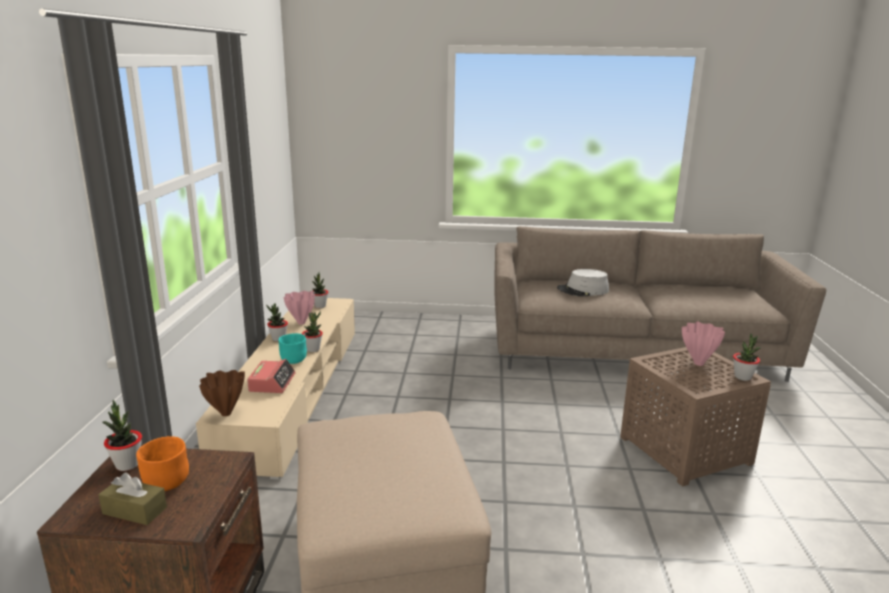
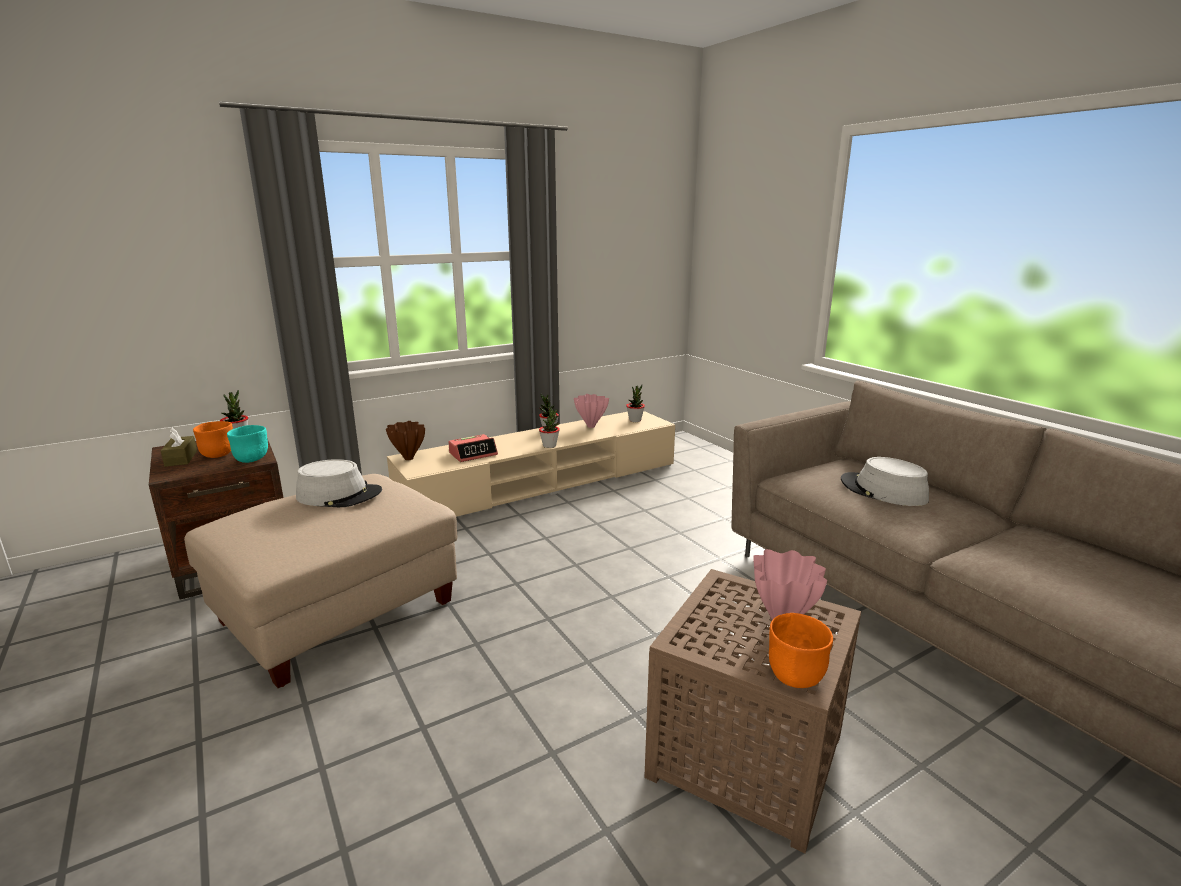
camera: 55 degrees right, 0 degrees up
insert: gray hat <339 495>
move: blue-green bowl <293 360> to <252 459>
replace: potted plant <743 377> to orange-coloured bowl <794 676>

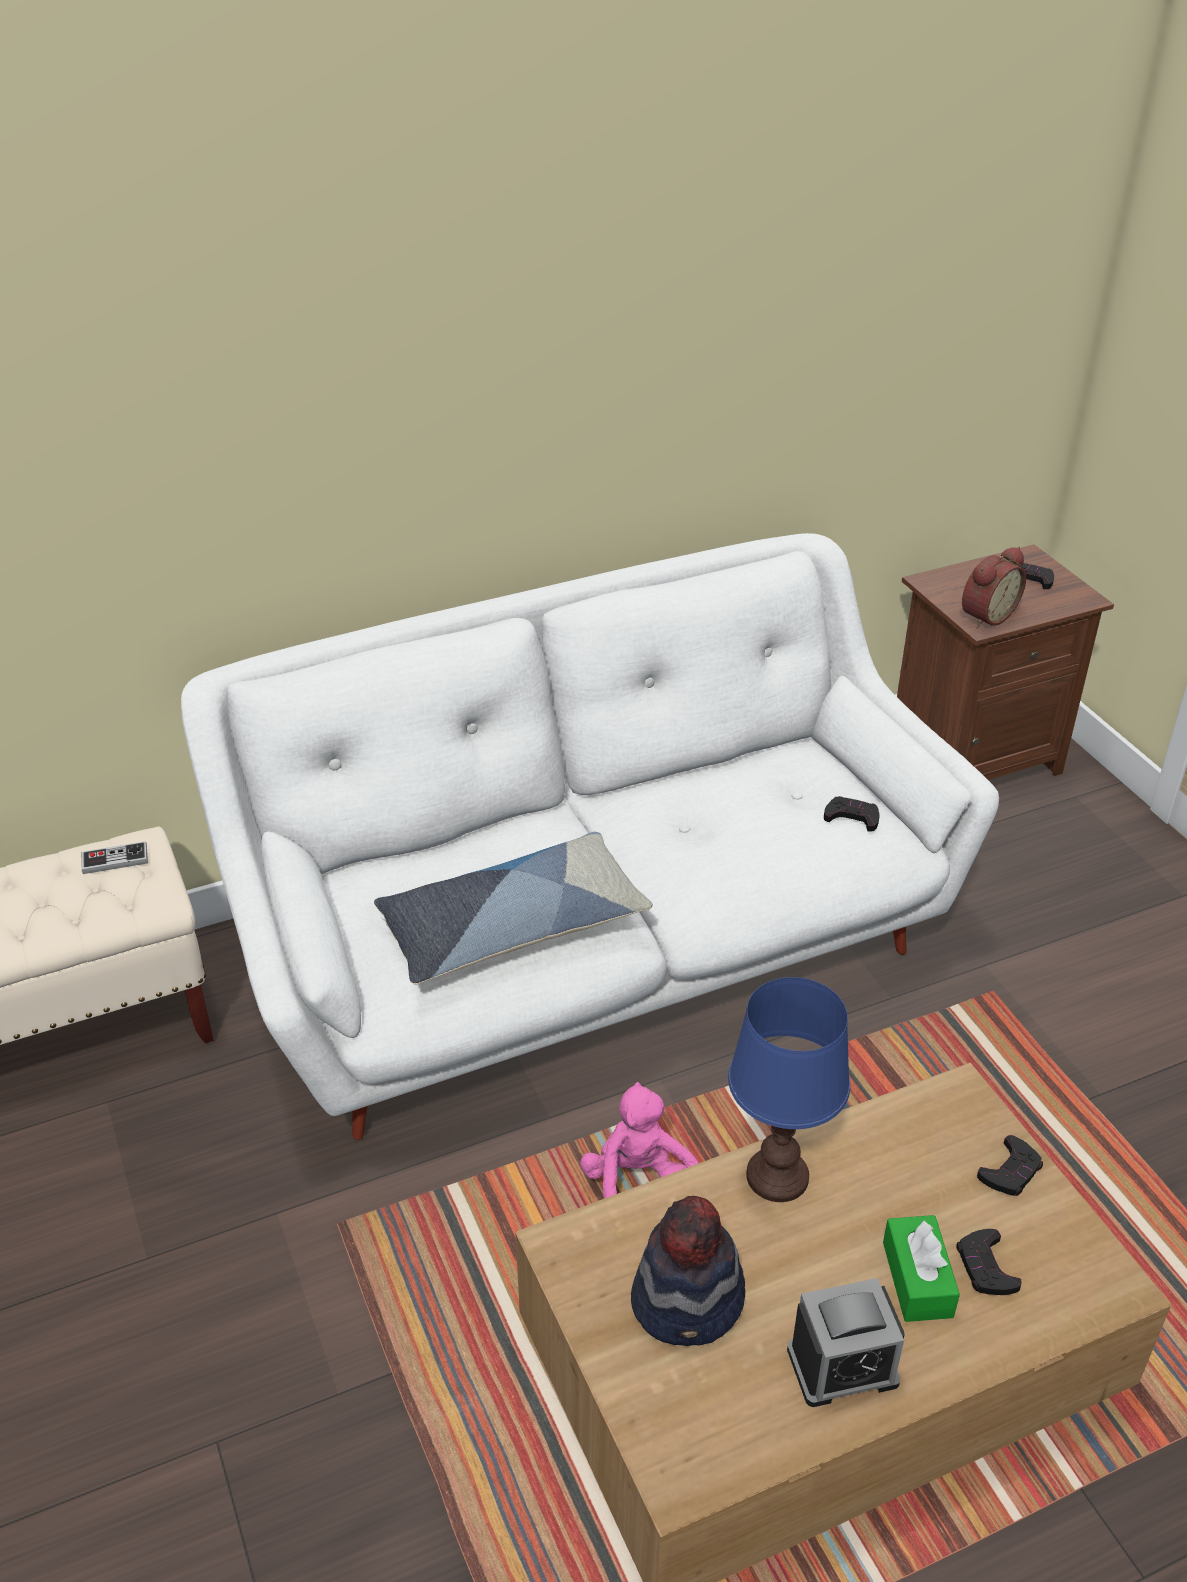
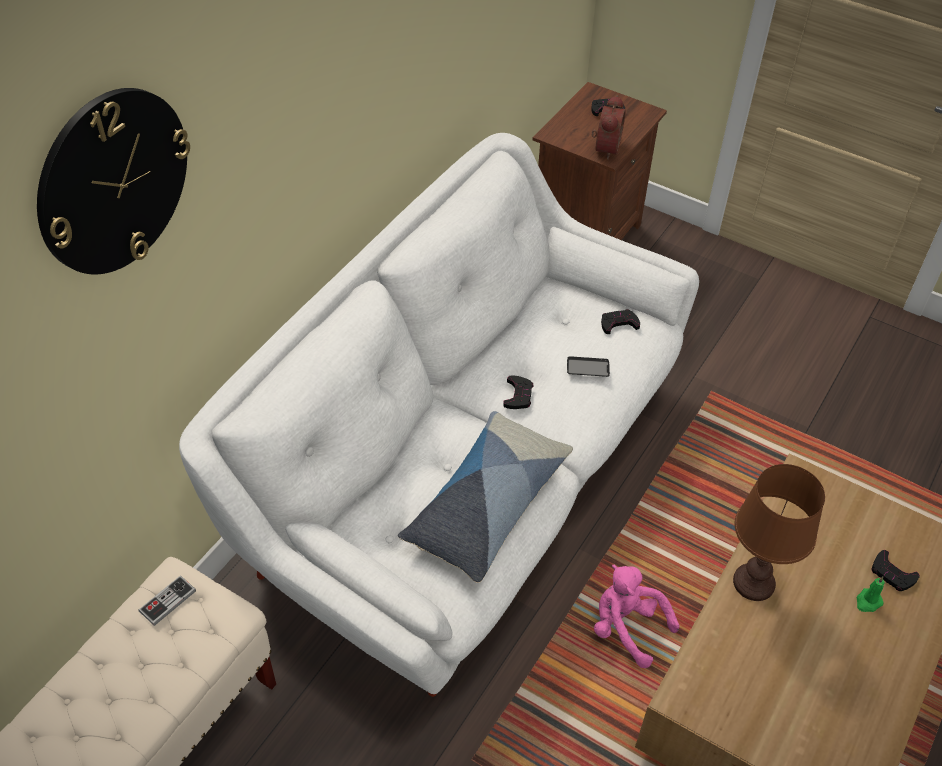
camera: 35 degrees left, 10 degrees up
delete: hat <689 1301>; alarm clock <842 1366>
insert: hanging clock <113 181>; handset <588 367>
move: black-coloured game controller <1010 1171> to <518 395>
replace: green-coloured tissue holder <917 1279> to green-coloured wax light <868 602>
recolor: blue-coloured table lamp <777 1175> to brown-coloured table lamp <753 582>

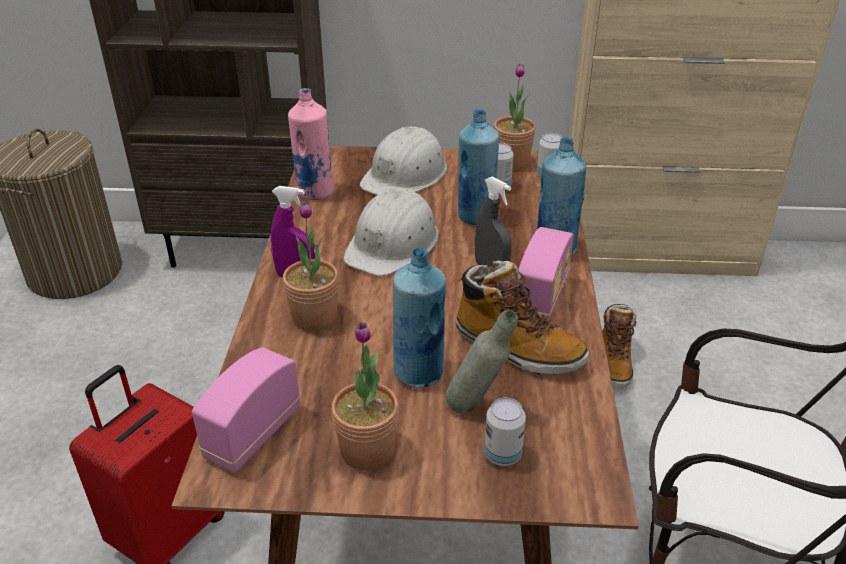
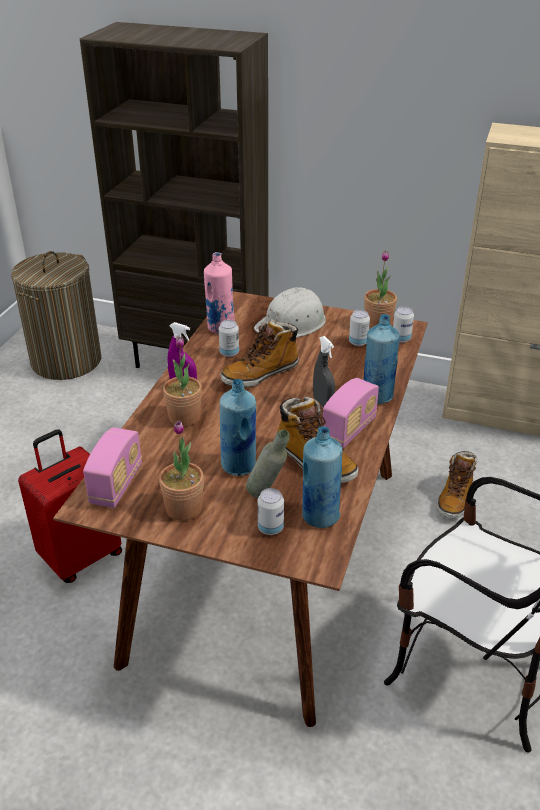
camera: 15 degrees right, 0 degrees up
insert: metal can <229 353>
move: blue-coloured bottle <476 216> to <320 516>
replace: whitish hard hat <393 243> to tall boot <260 374>
rotate: radio <253 434> = <116 485> 150 degrees clockwise

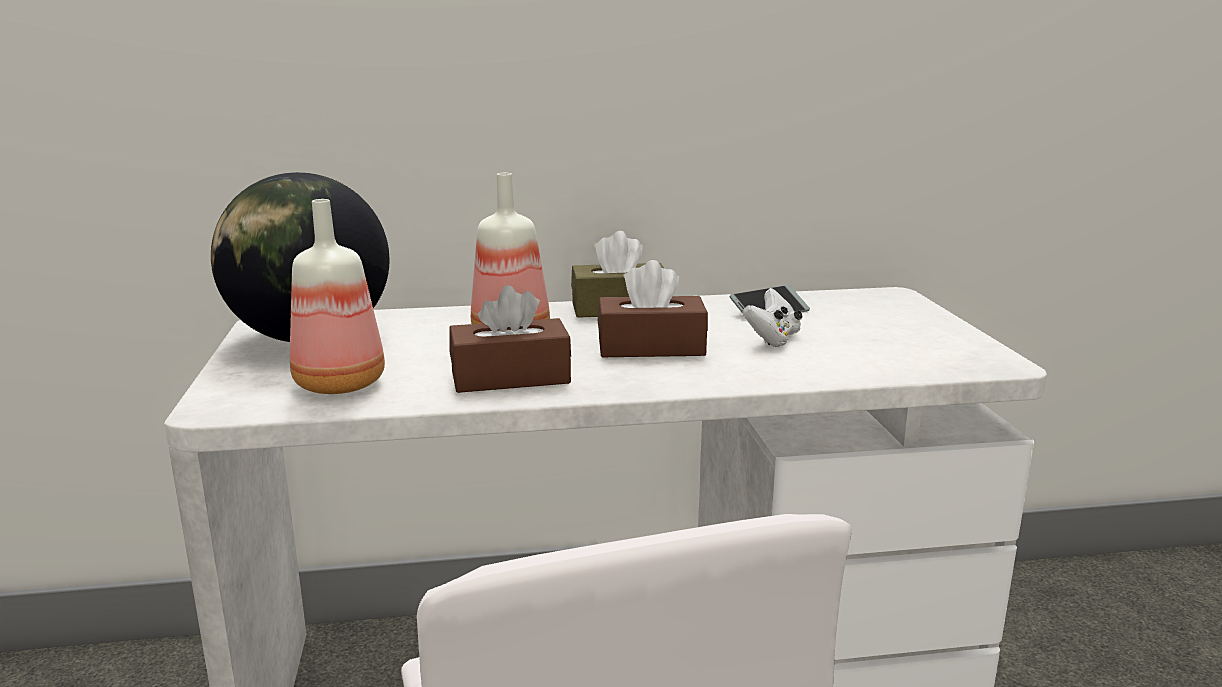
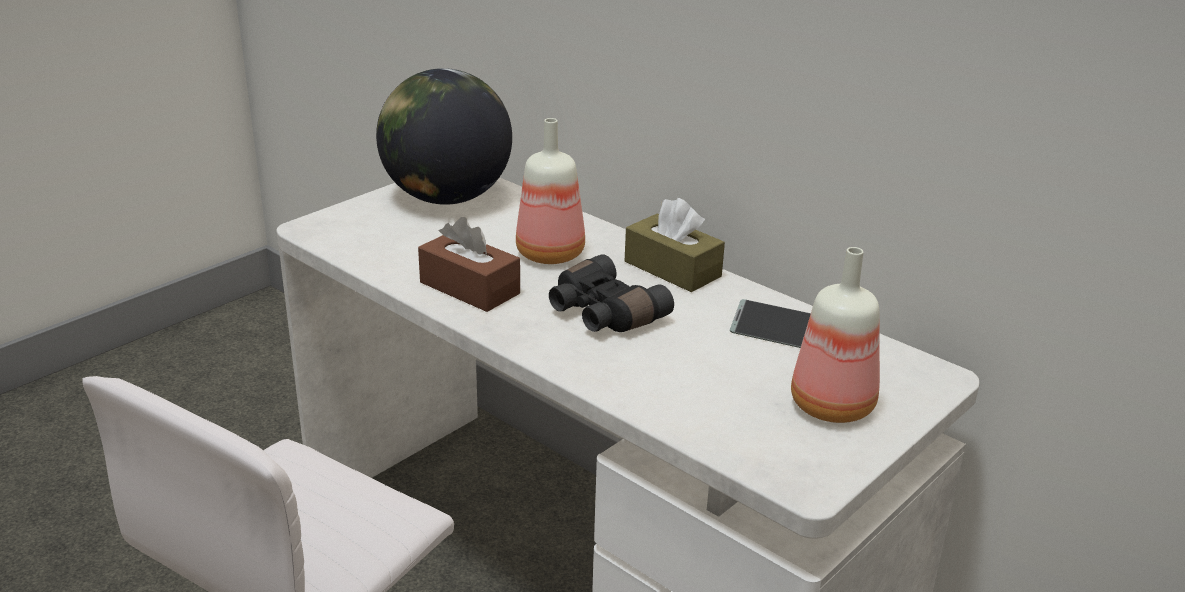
camera: 50 degrees right, 10 degrees up
delete: whitish game controller <772 339>
move: bottle <339 383> to <832 404>
replace: brown-coloured tissue holder <651 347> to black-coloured pair of binoculars <602 314>

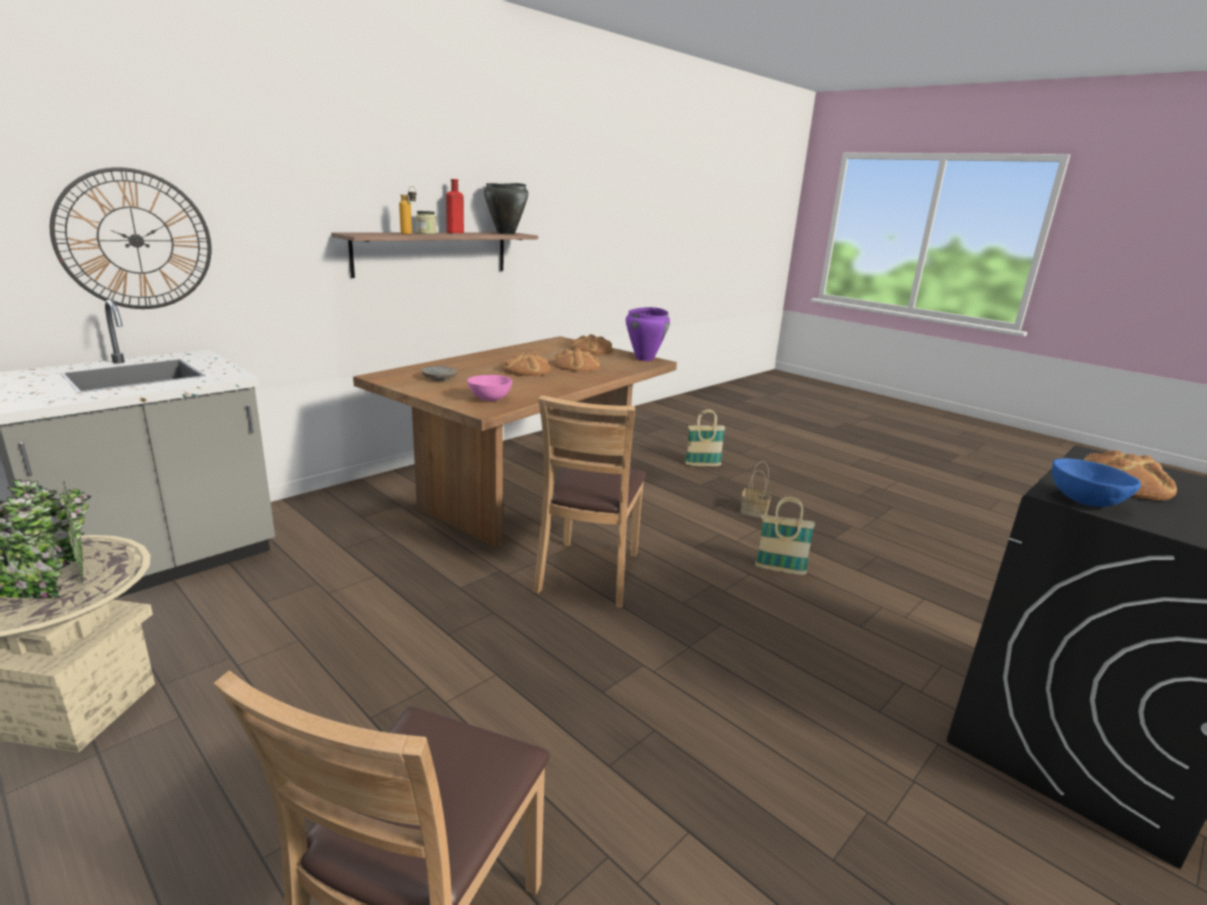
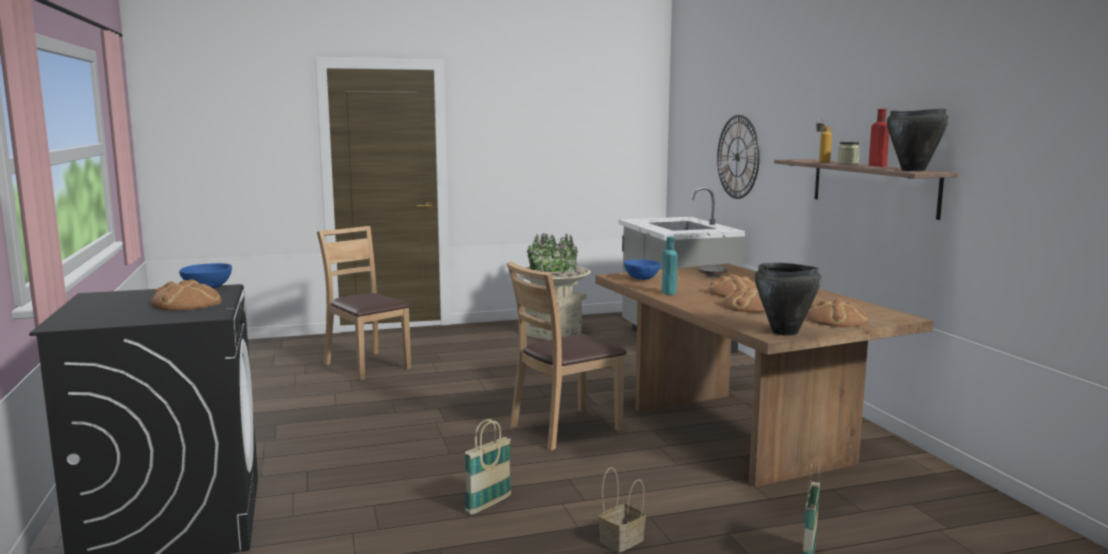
camera: 120 degrees right, 10 degrees down
insert: blue-green bottle <669 293>
recolor: purple-coloured cooking pot <645 359> to black-coloured cooking pot <784 332>; pinkish bowl <489 399> to blue-coloured bowl <642 279>
rotate: brown-coloured chair <589 573> = <565 429> 75 degrees counterclockwise

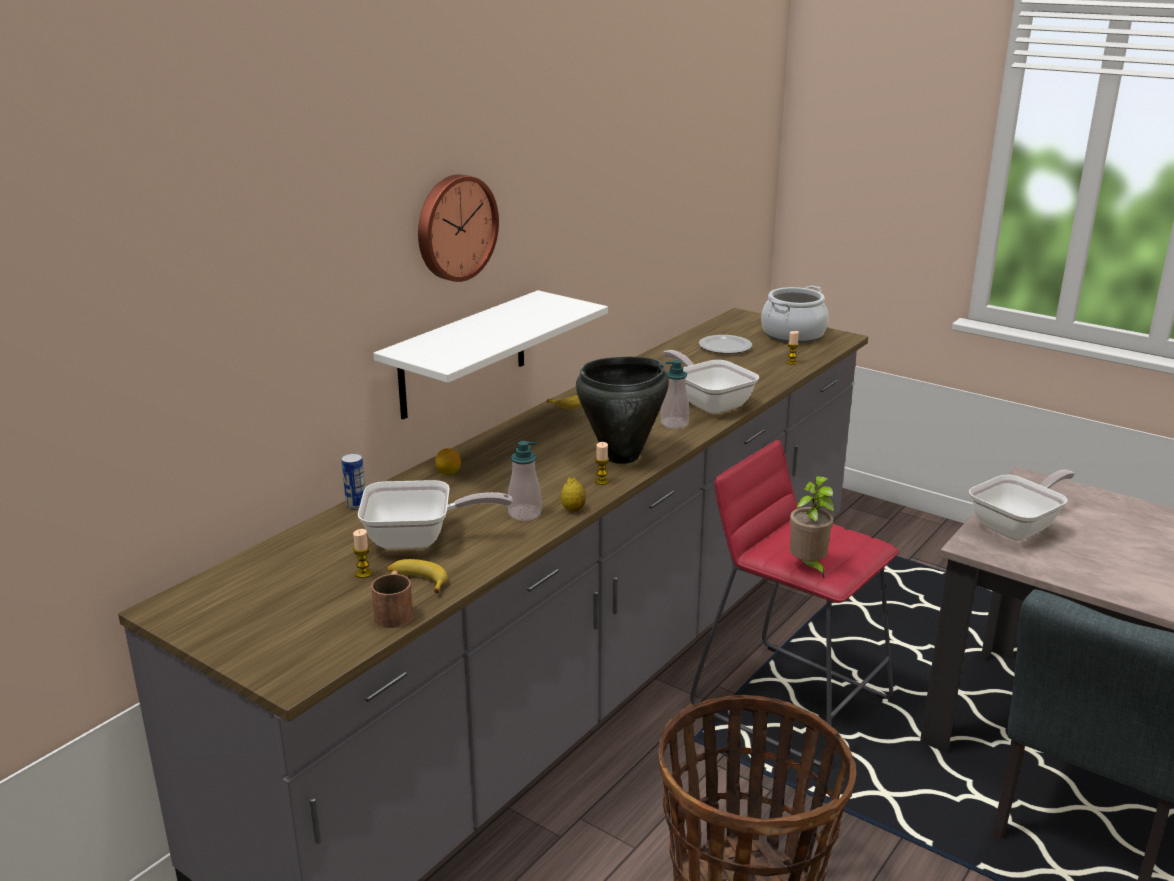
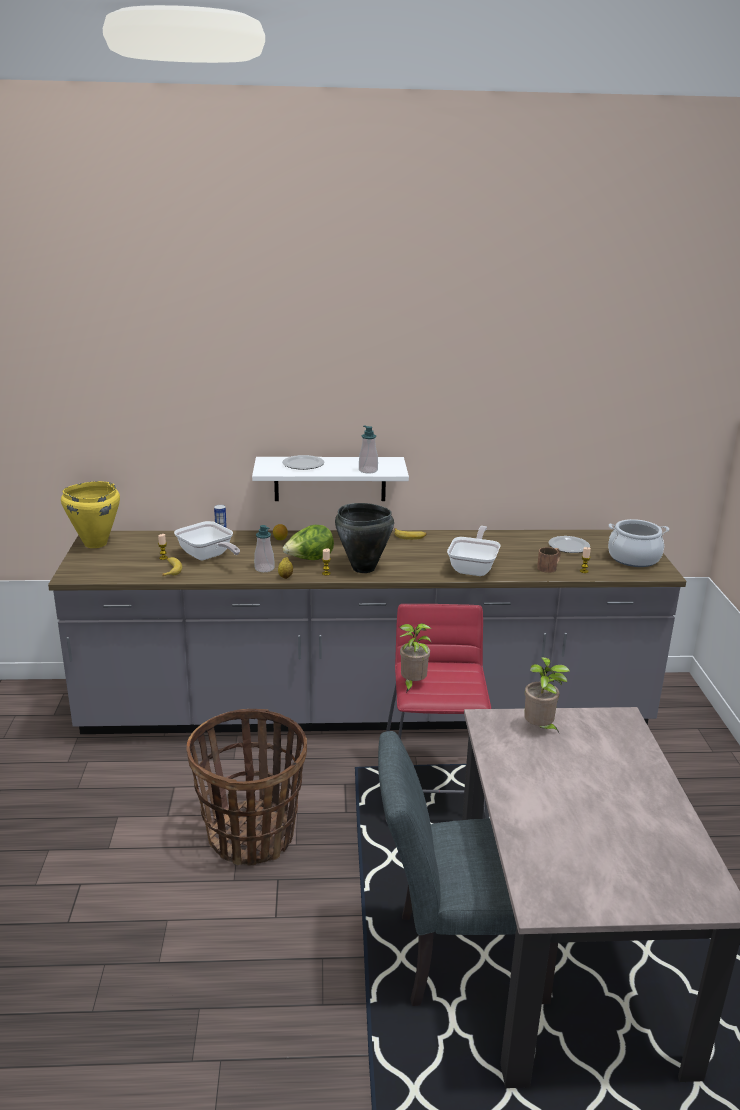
camera: 50 degrees right, 0 degrees up
delete: hanging clock <454 227>
insert: dinner plate <304 464>; yellow cooking pot <95 544>; lettuce <309 560>
move: soap dispenser <674 424> to <368 470>; brown-coloured mug <395 611> to <549 567>
replace: skillet <1018 527> to potted plant <540 729>

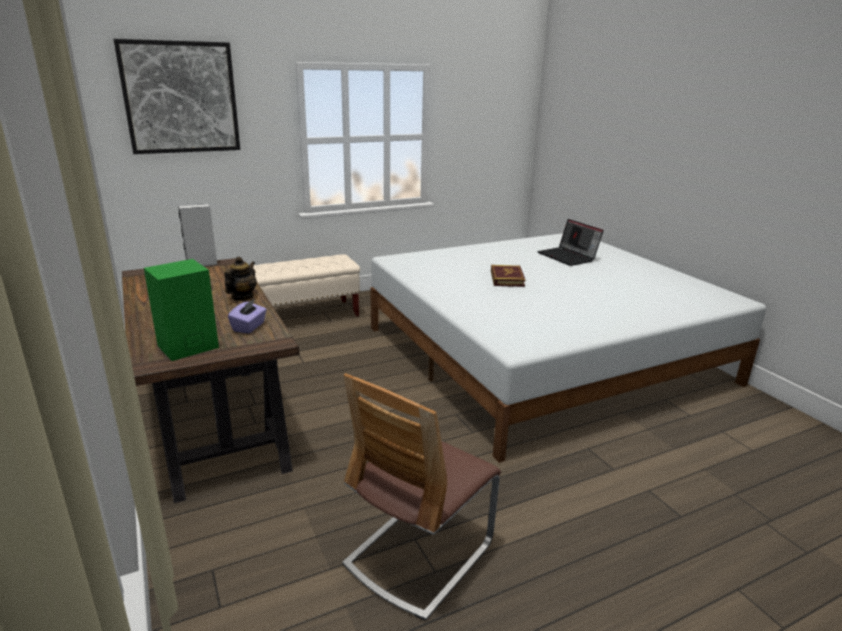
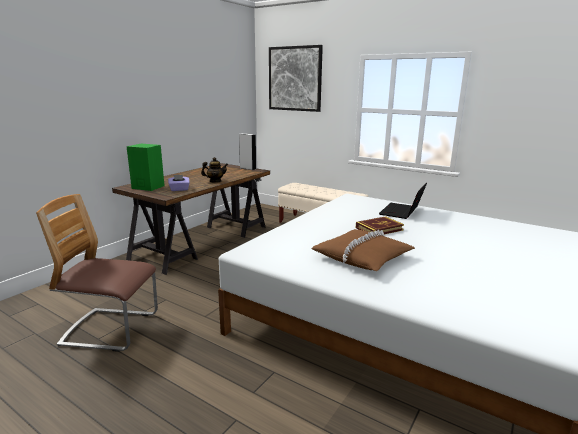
camera: 60 degrees right, 5 degrees down
insert: brown-coloured pillow <362 257>
move: notebook computer <568 257> to <402 212>

